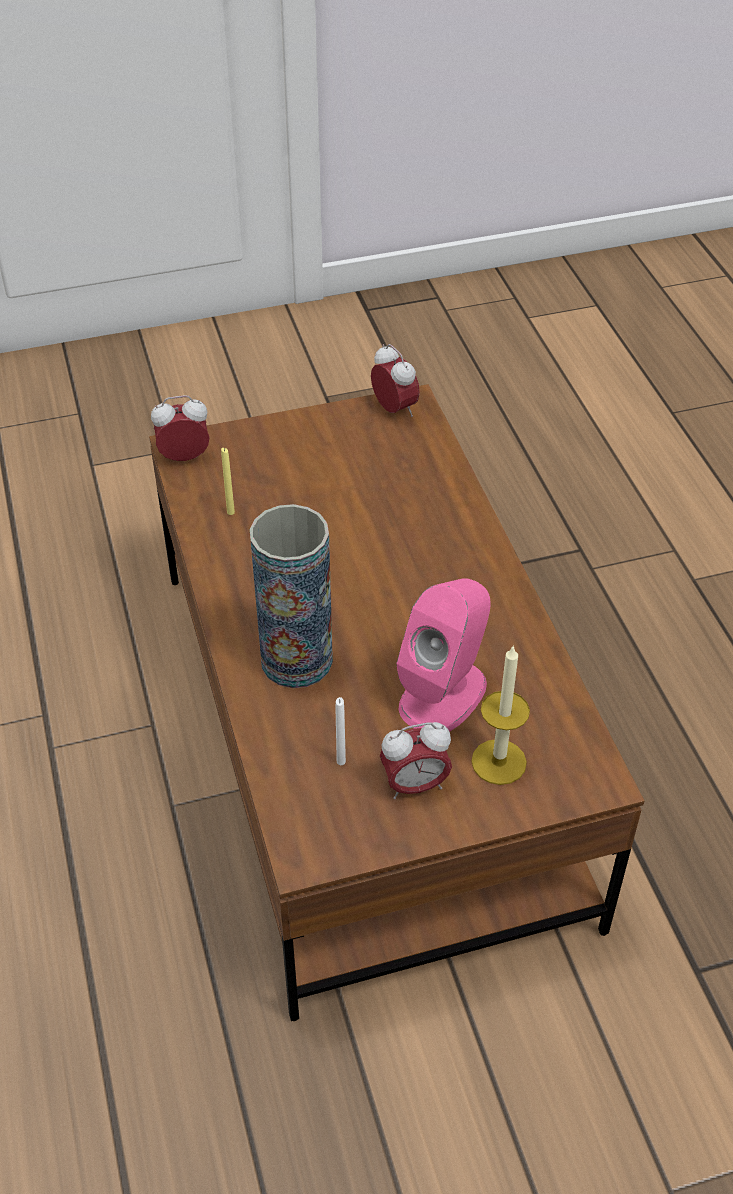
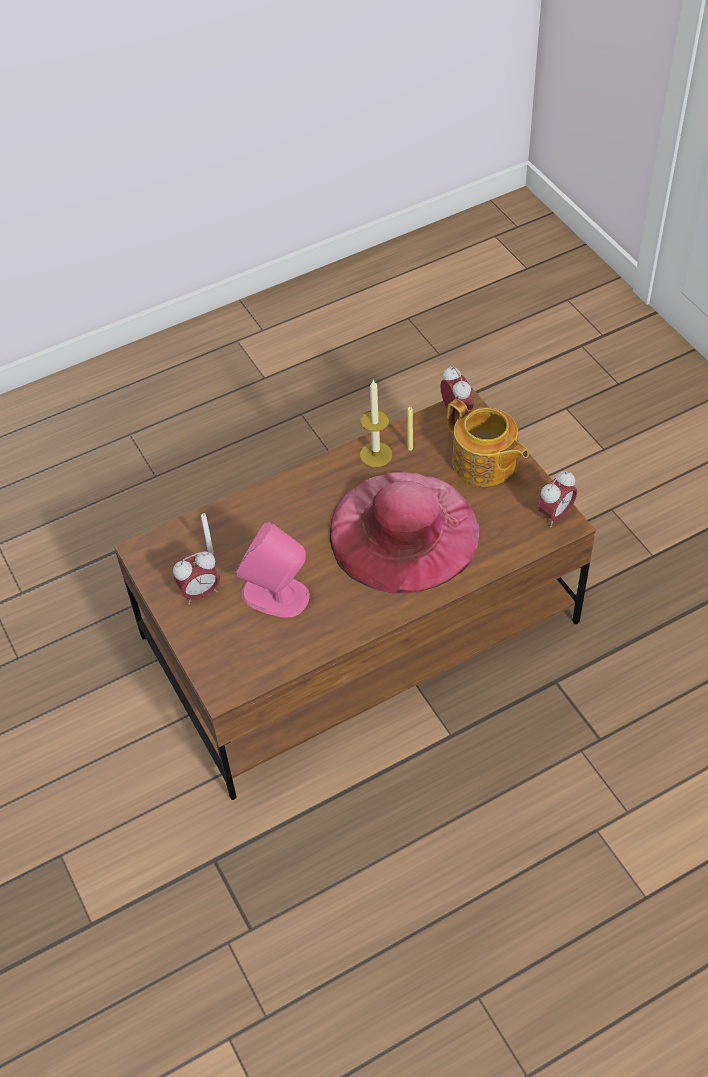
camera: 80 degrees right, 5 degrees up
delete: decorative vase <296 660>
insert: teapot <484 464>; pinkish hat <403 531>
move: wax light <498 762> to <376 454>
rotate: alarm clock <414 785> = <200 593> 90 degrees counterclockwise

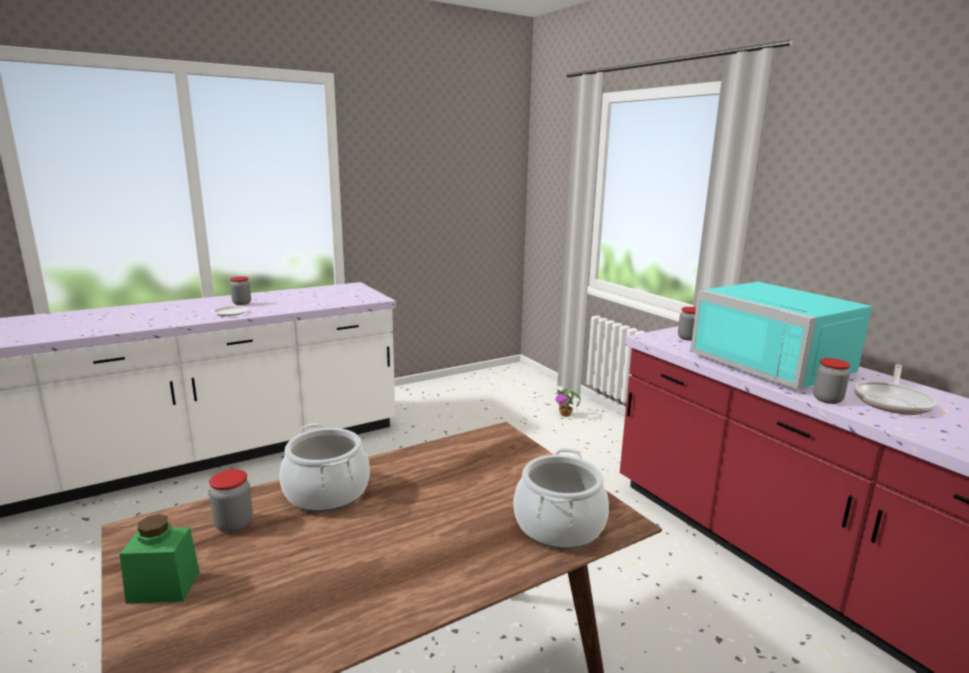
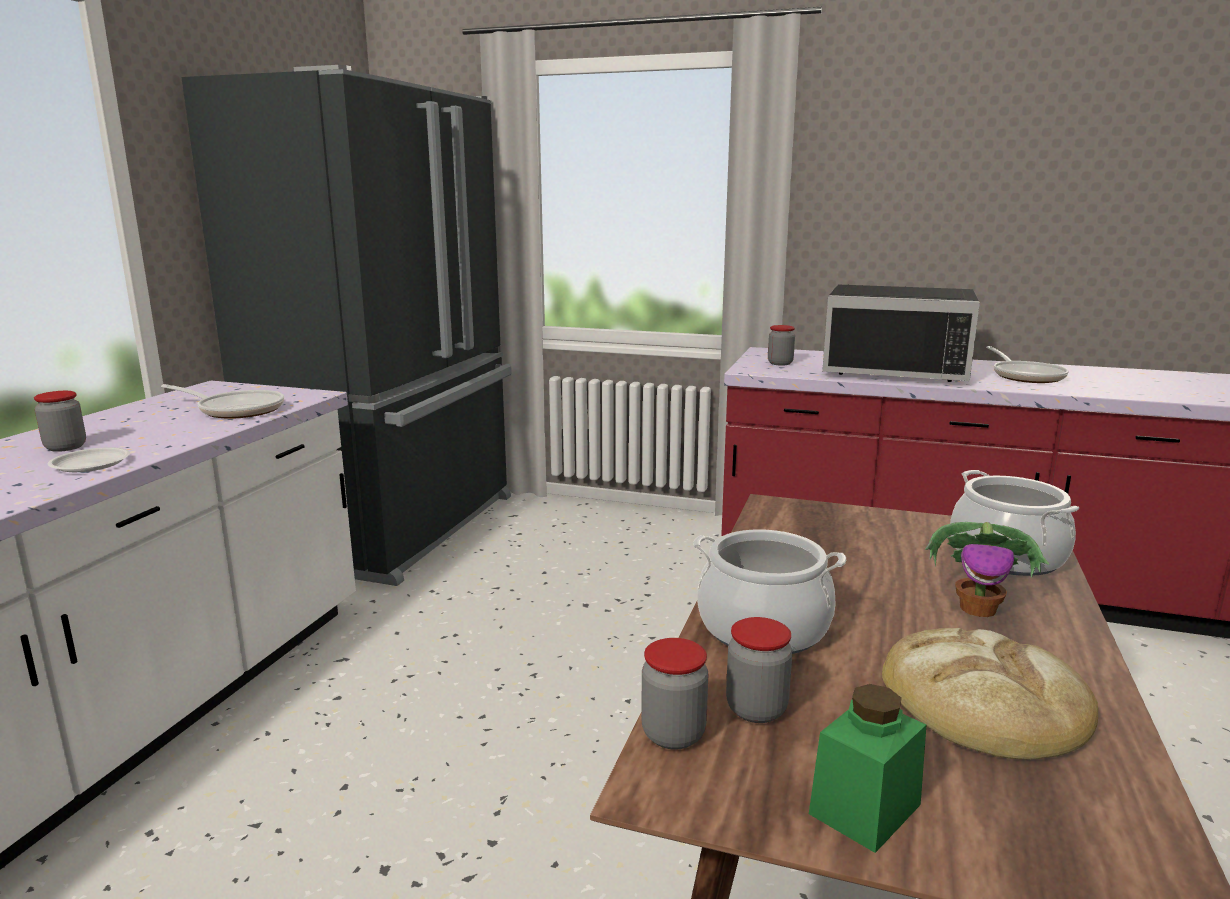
camera: 40 degrees left, 0 degrees up
insert: black-coloured kitchen fridge <398 528>; skillet <236 410>; bread <984 702>
move: preserve jar <827 399> to <673 734>; potted plant <565 414> to <979 609>
recolor: blue-green microwave <777 364> to black-coloured microwave <896 368>

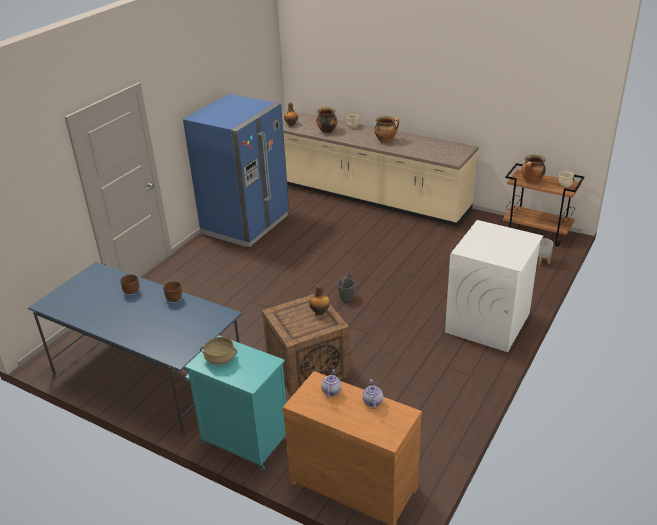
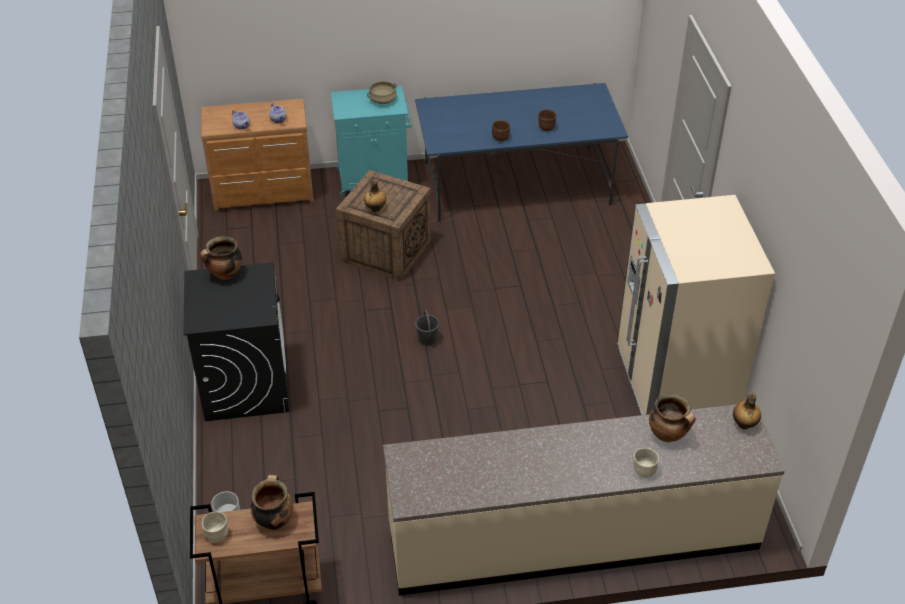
camera: 140 degrees right, 10 degrees up
move: cooking pot <386 141> to <225 275>
recolor: blue-coloured kitchen fridge <246 224> to beige-coloured kitchen fridge <675 383>; whitish washing machine <487 323> to black-coloured washing machine <245 383>

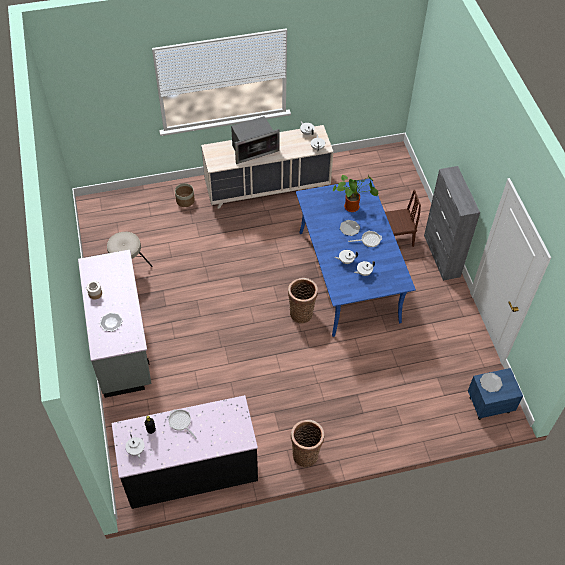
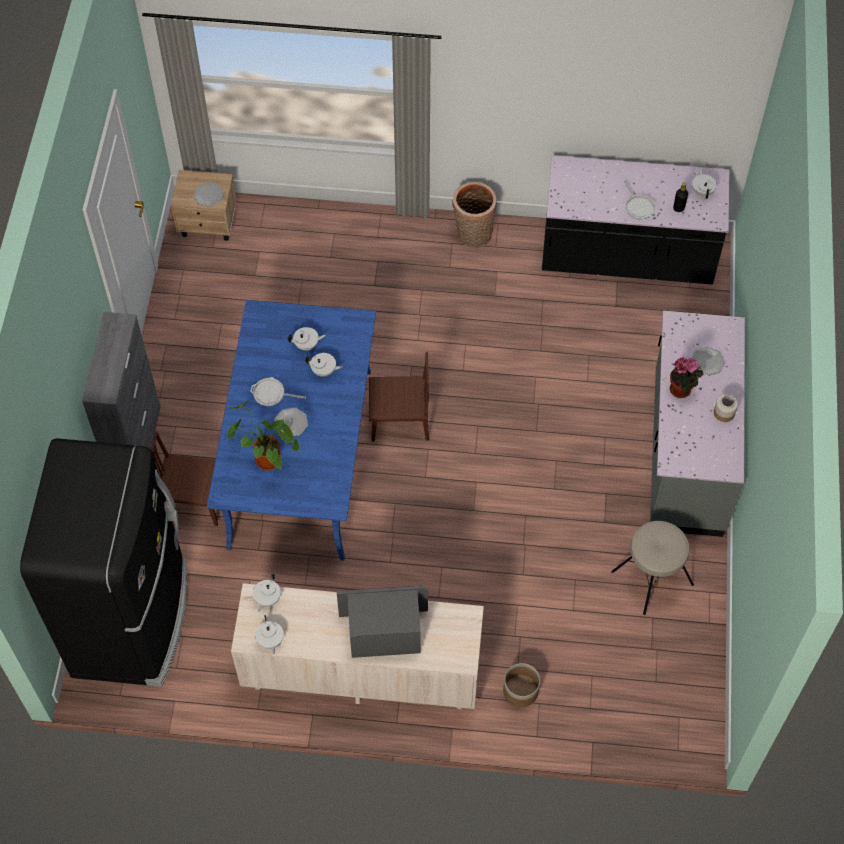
camera: 160 degrees left, 5 degrees up
insert: potted plant <682 390>; black-coloured kitchen fridge <132 618>
replace: basket <301 312> to brown-coloured chair <399 420>
recolor: blue-coloured night table <488 404> to beige-coloured night table <208 224>

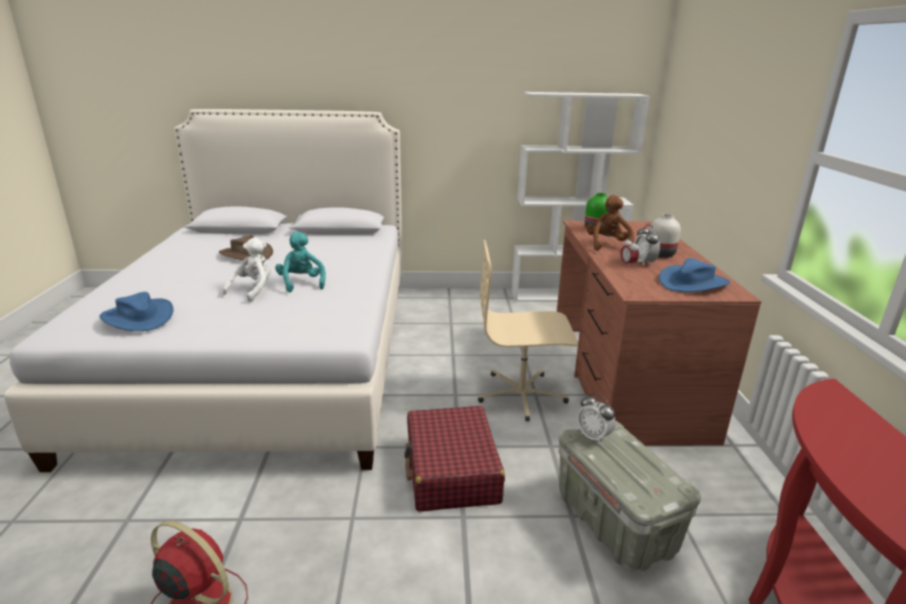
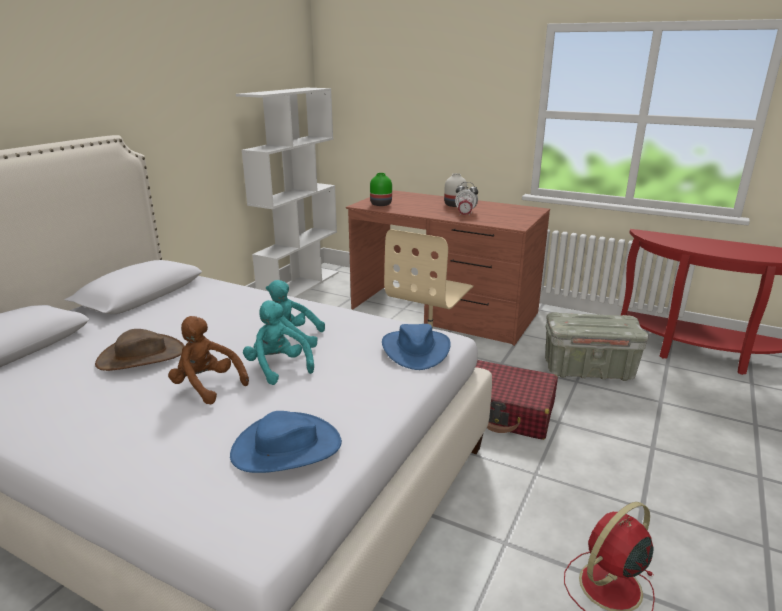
camera: 60 degrees left, 0 degrees up
delete: alarm clock <593 436>
move: brown-coloured soft toy <607 245> to <207 386>; blue-coloured hat <693 282> to <415 349>
recolor: whitish soft toy <253 291> to blue-green soft toy <278 367>

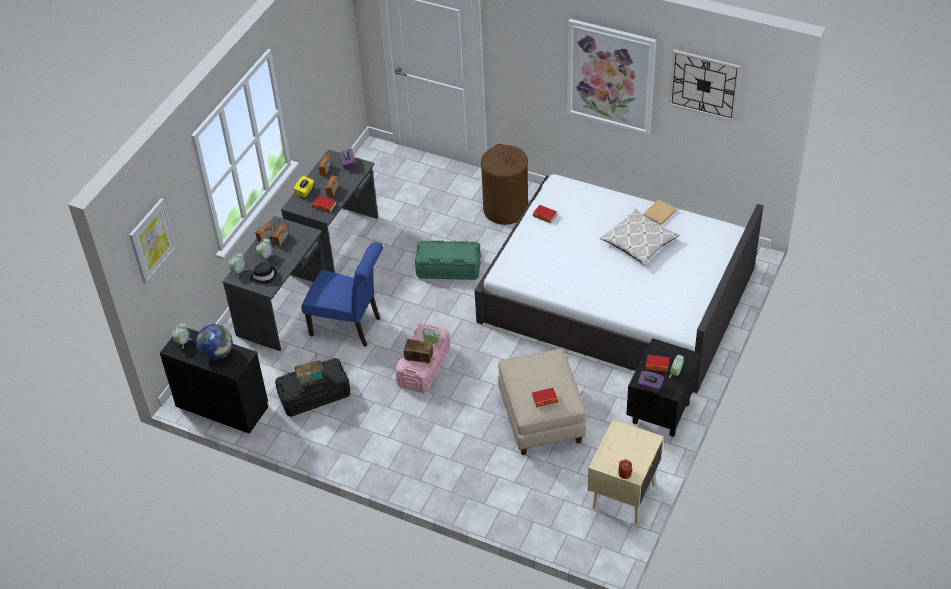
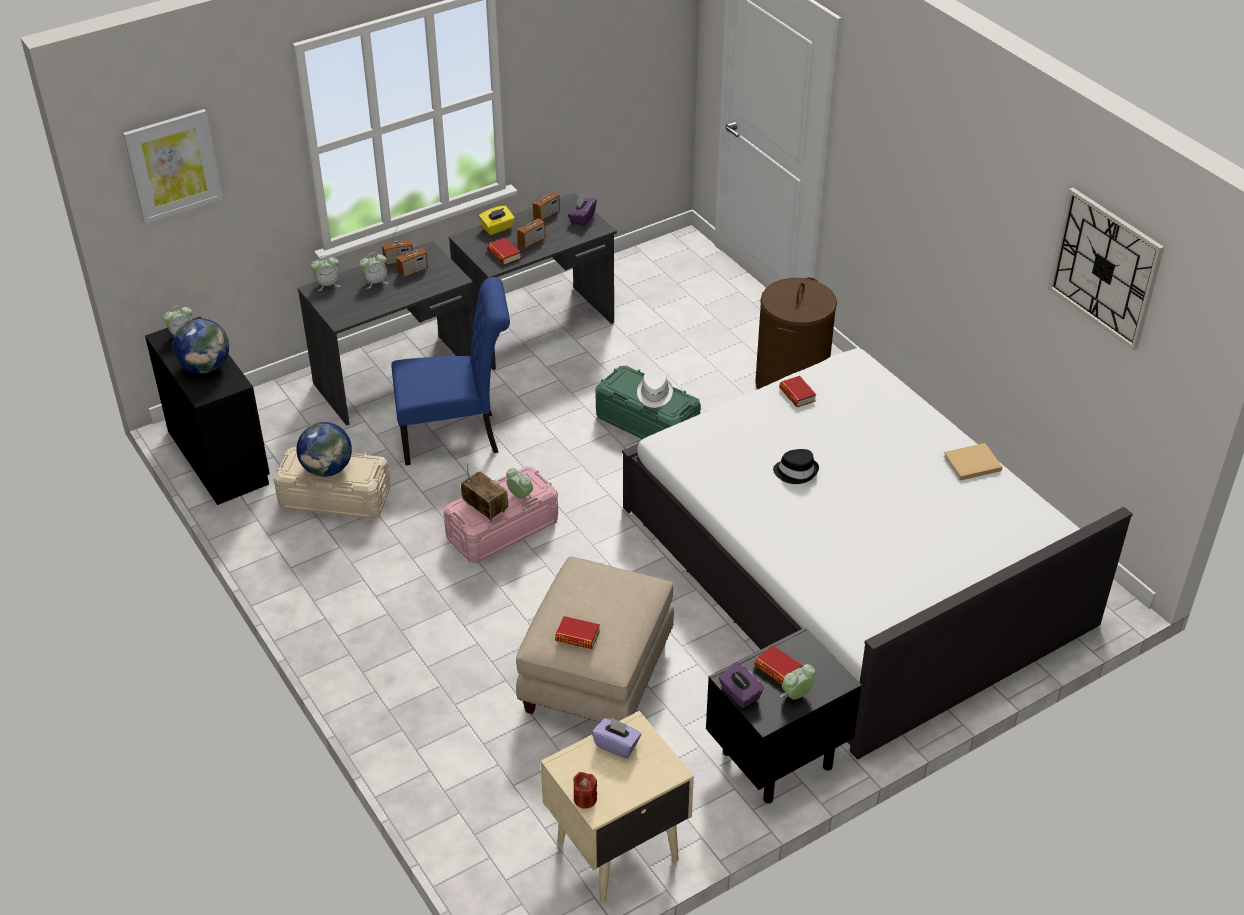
camera: 30 degrees right, 5 degrees down
delete: wall picture <611 76>; pillow <639 242>
insert: whitish hat <654 394>; purple-coloured tissue holder <617 745>
move: black-coloured hat <264 276> to <796 471>
replace: radio <311 380> to globe <327 469>
recolor: black-coloured storage bin <314 396> to beige-coloured storage bin <335 498>
rotate: blue-coloured chair <350 327> = <456 437> 60 degrees counterclockwise

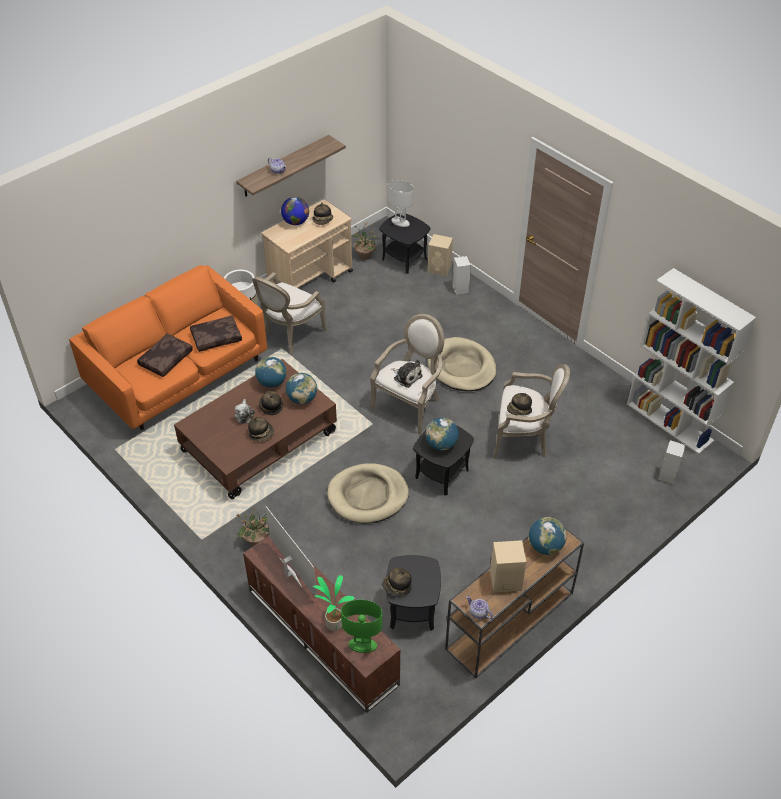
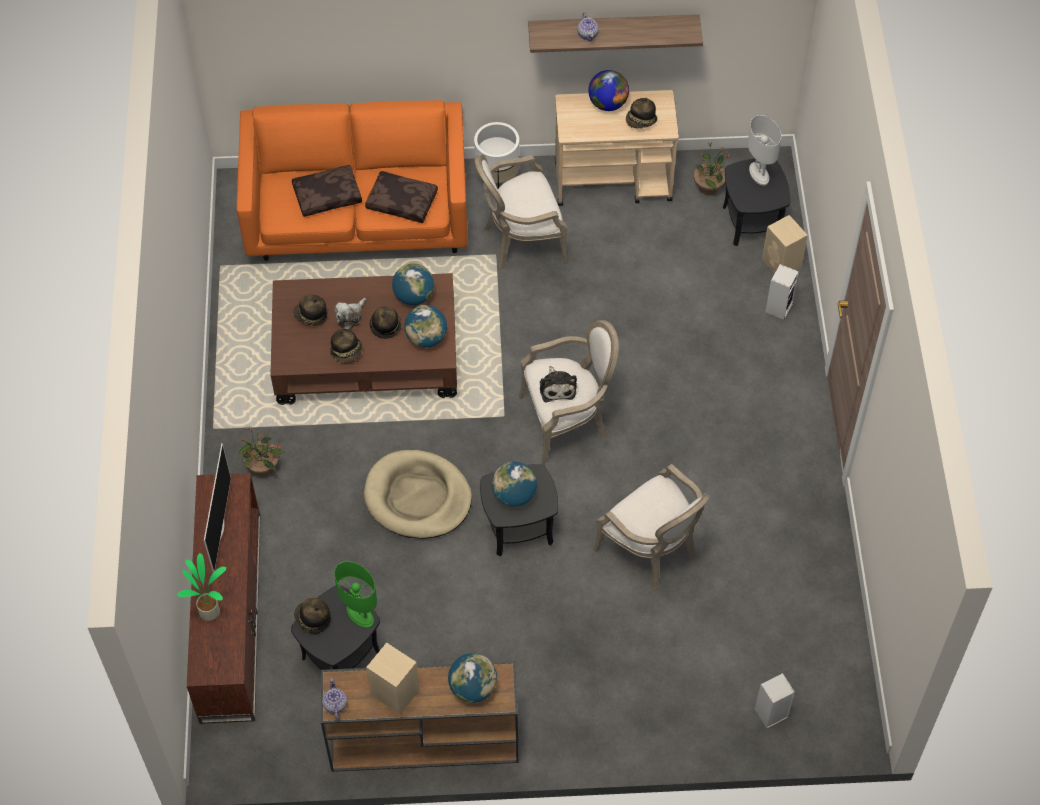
camera: 40 degrees right, 10 degrees up
delete: whitish shelving unit <670 422>; beige-coloured dog cushion <462 367>
move: hat <519 410> to <311 316>; green-coloured table lamp <362 645> to <360 615>

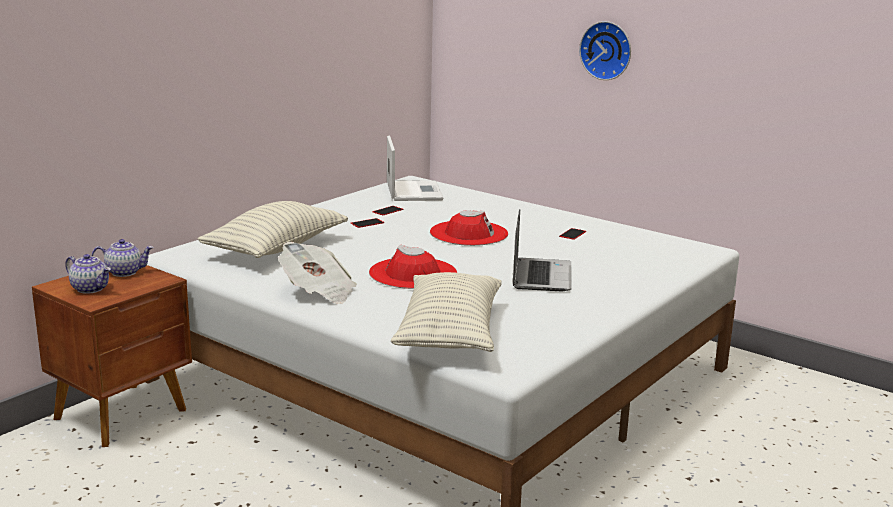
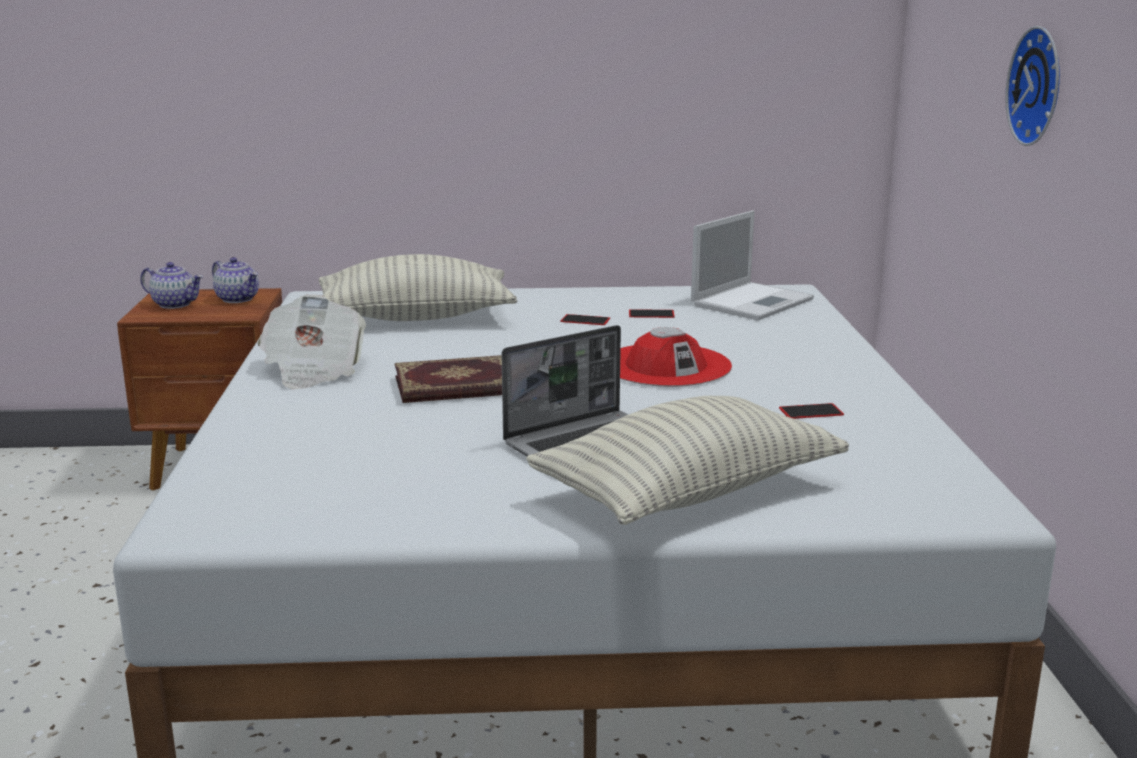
camera: 50 degrees right, 0 degrees up
move: pillow <449 333> to <688 493>
replace: red-coloured hat <413 273> to bound book <457 386>
rotate: teapot <91 288> = <175 304> 60 degrees counterclockwise

